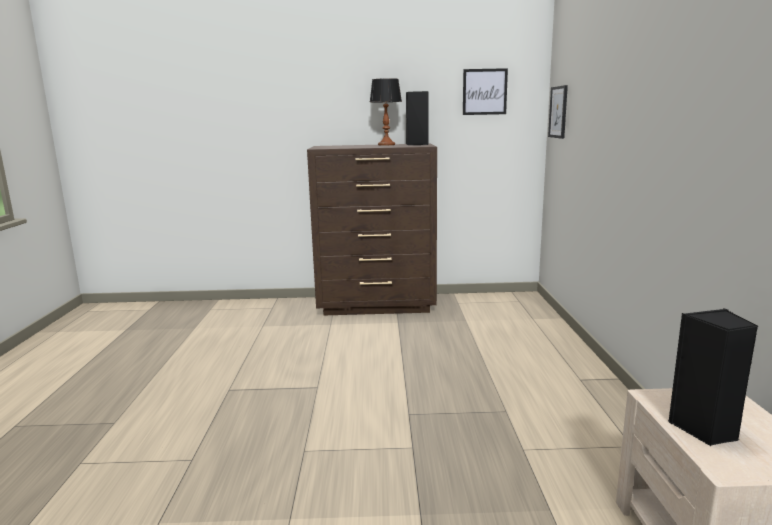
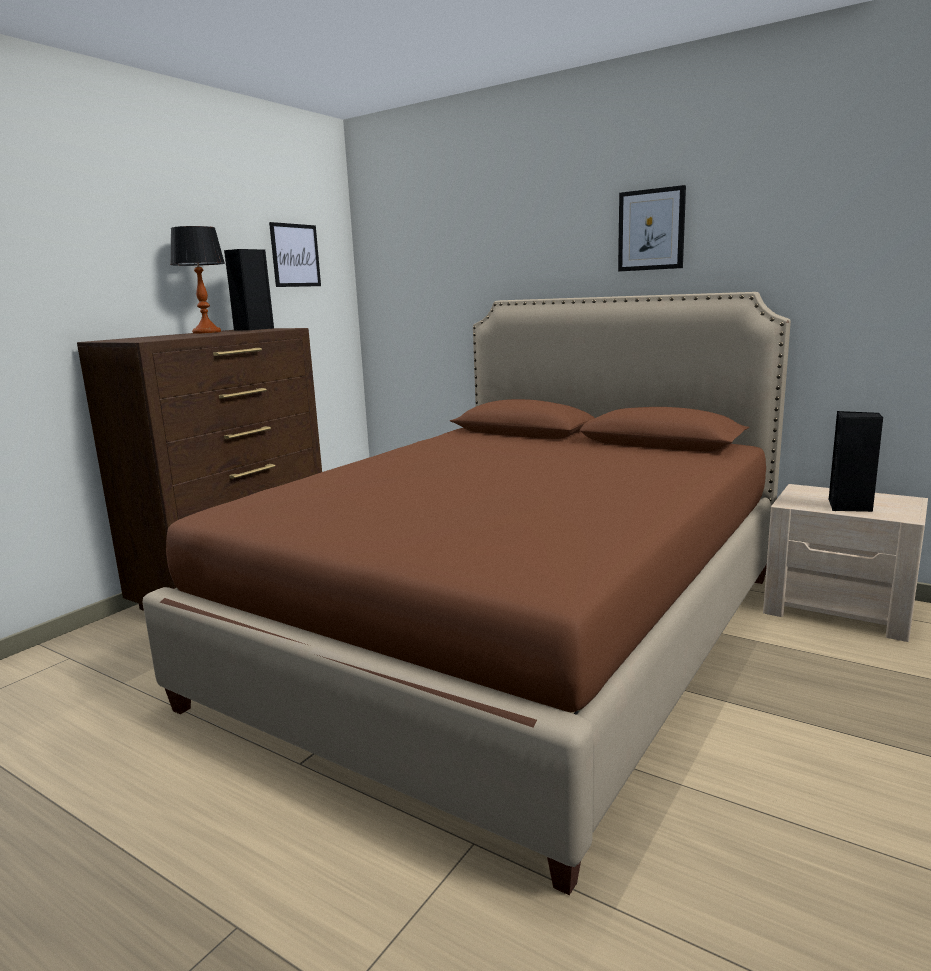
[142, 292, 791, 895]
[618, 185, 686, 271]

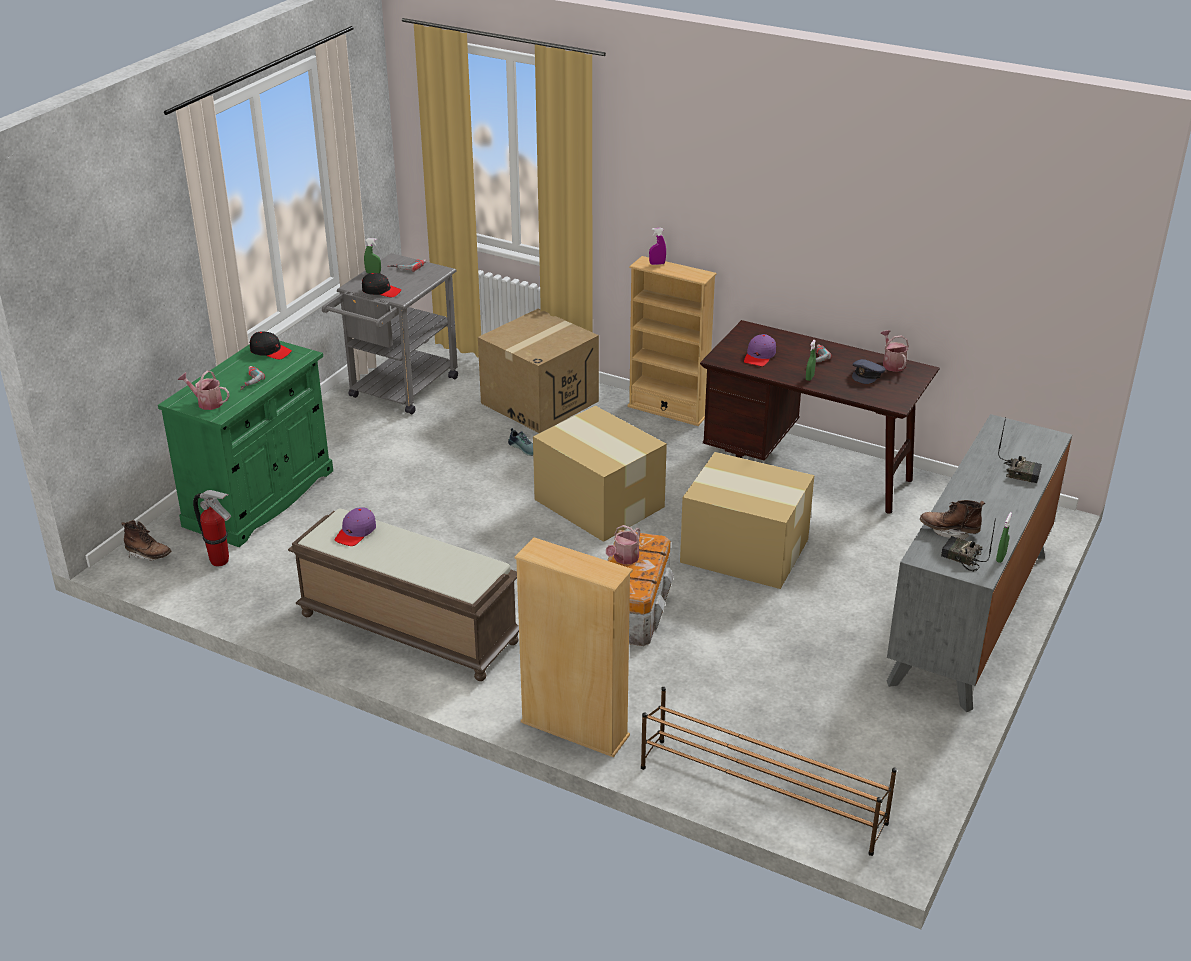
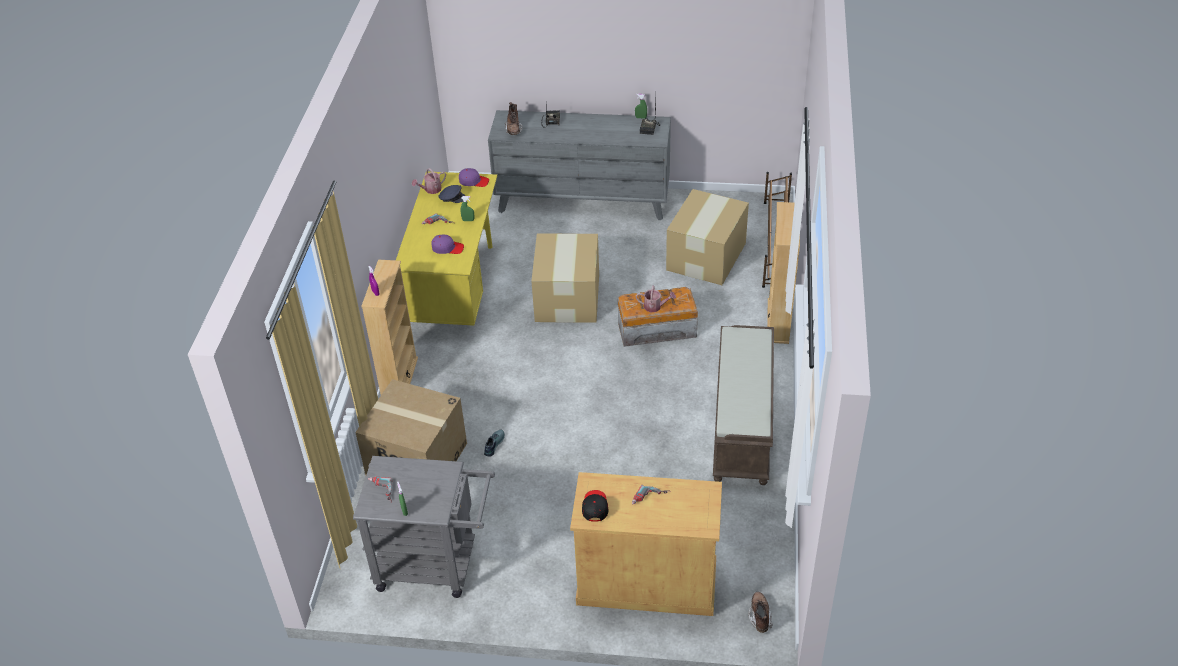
[396, 171, 497, 326]
[459, 168, 489, 187]
[505, 102, 522, 135]
[570, 472, 722, 616]
[666, 189, 749, 285]
[178, 371, 230, 410] (first image)
[193, 490, 231, 566] (first image)
[362, 273, 401, 297] (first image)

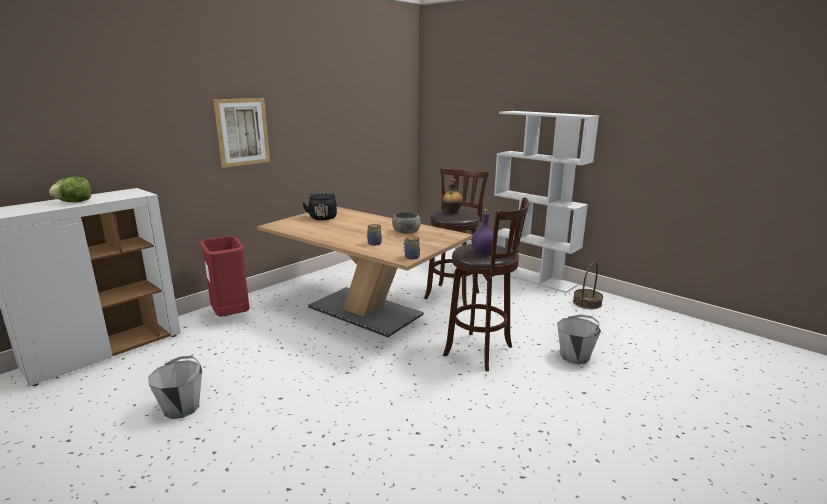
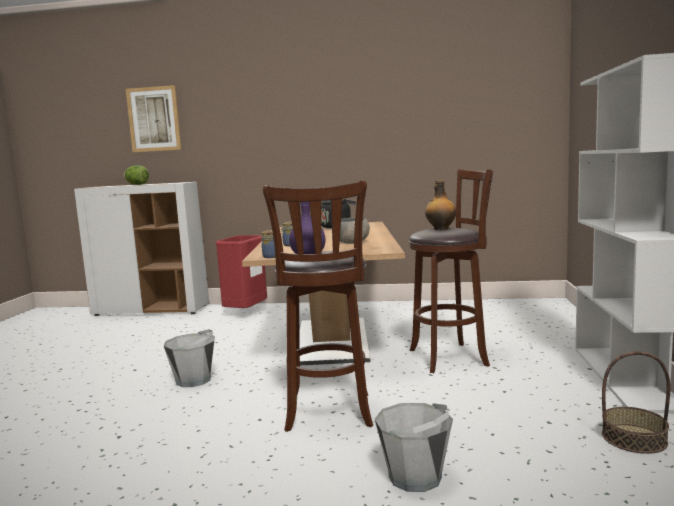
[126, 85, 182, 152]
[164, 329, 215, 387]

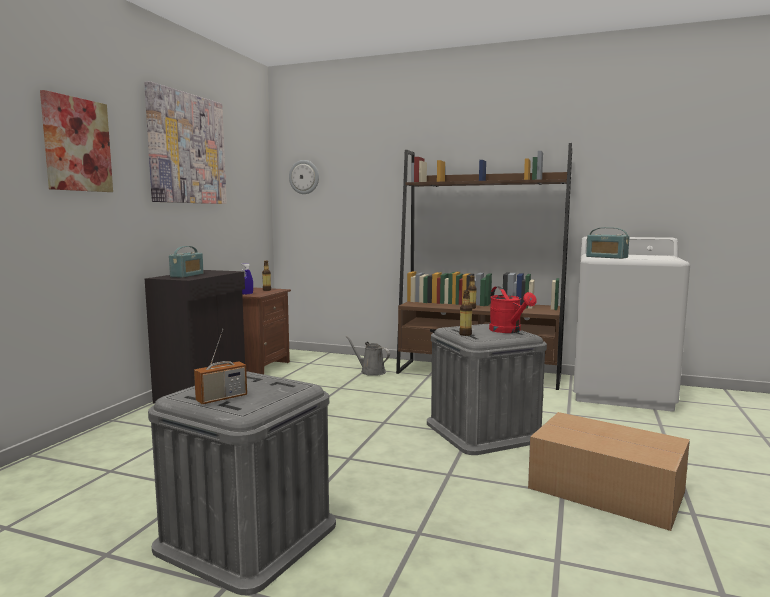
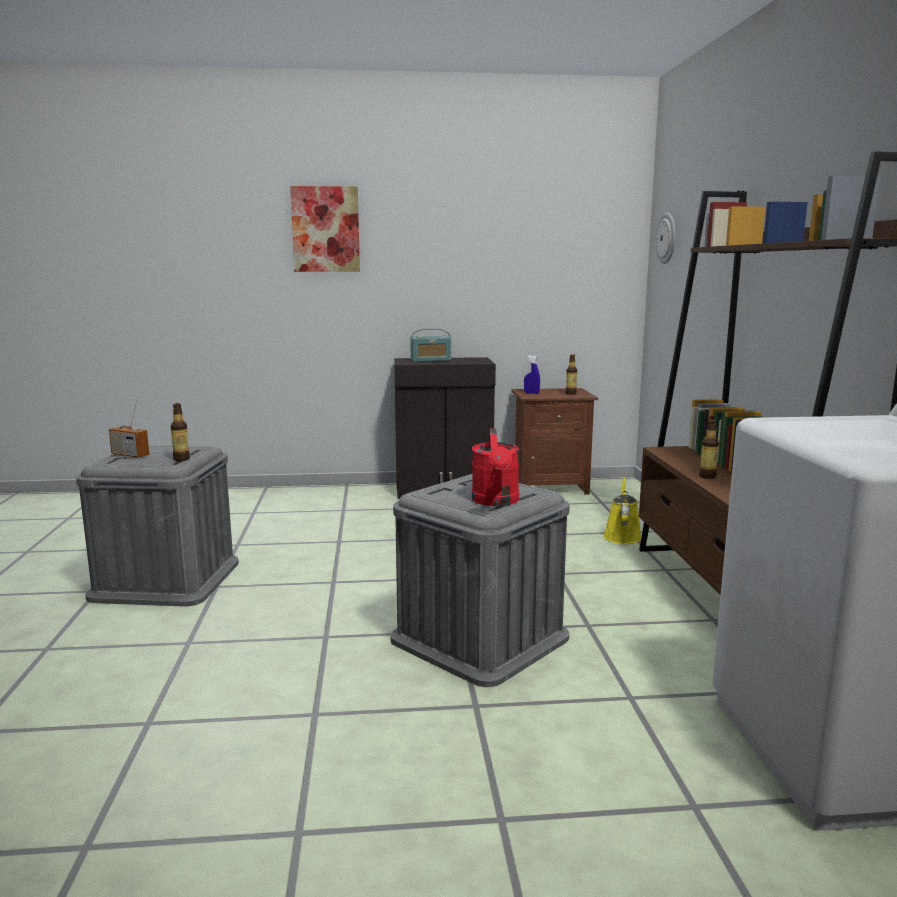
[171, 403, 190, 461]
[472, 429, 519, 506]
[603, 476, 641, 544]
[144, 81, 227, 204] (first image)
[528, 412, 690, 531] (first image)
[586, 227, 629, 259] (first image)

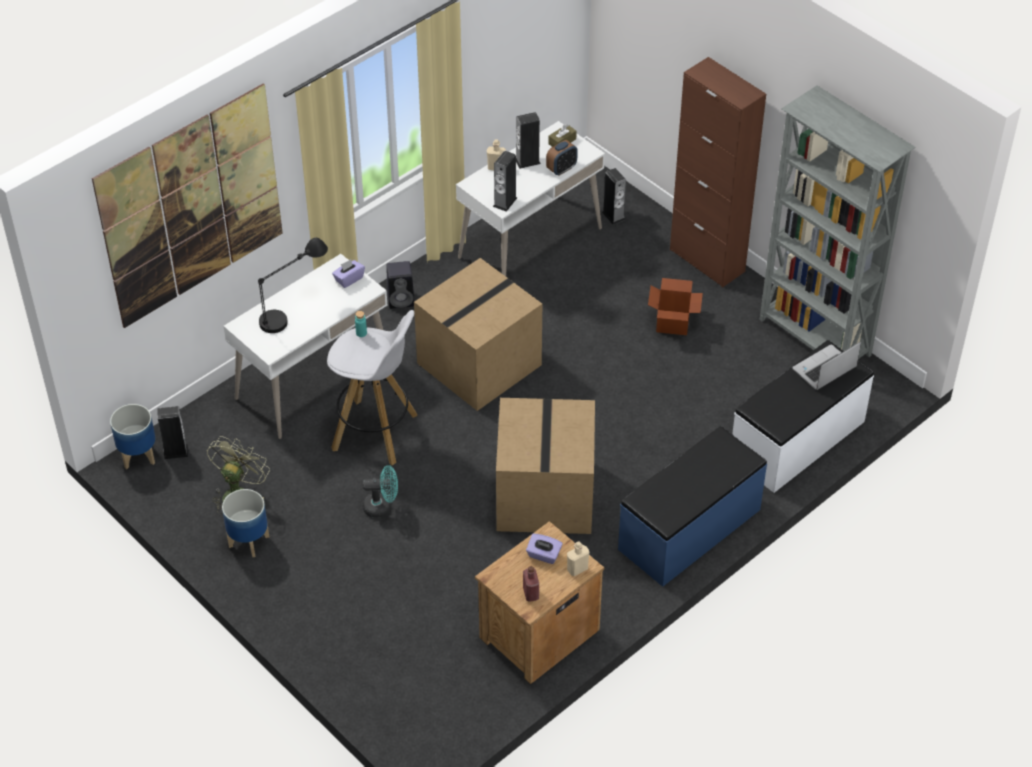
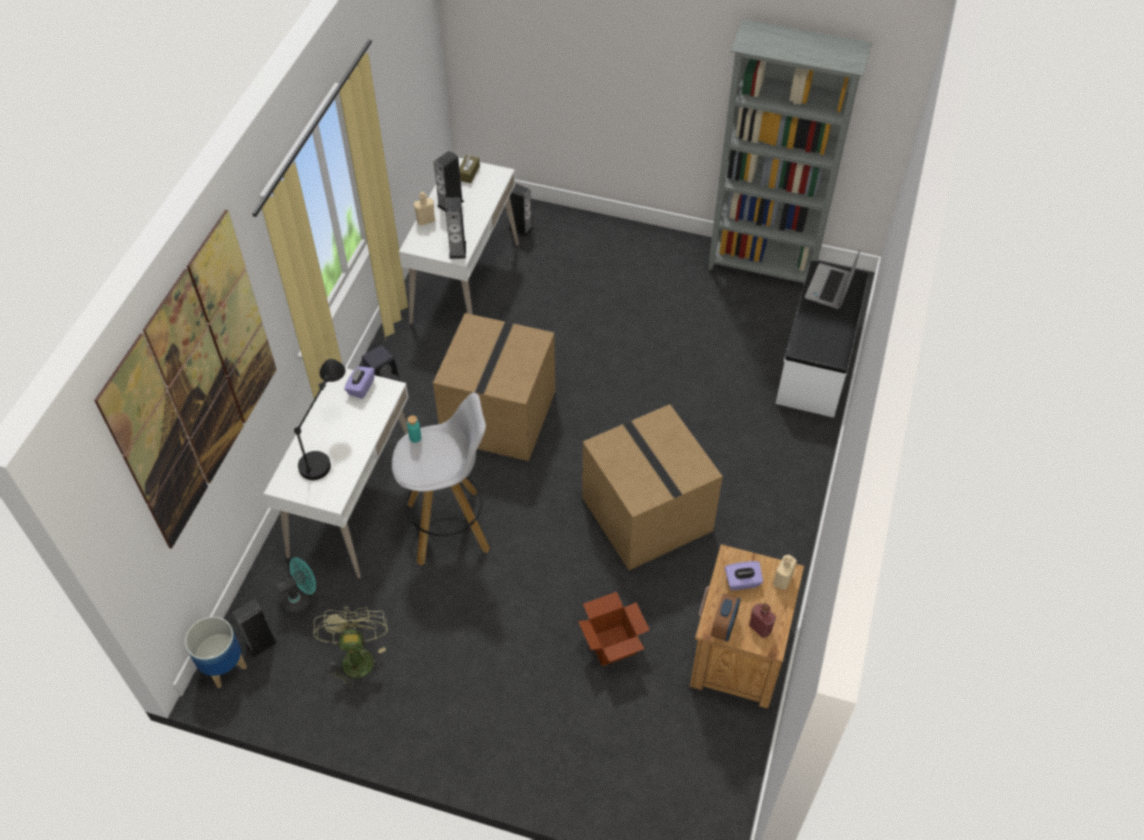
[275, 557, 316, 616]
[578, 592, 650, 666]
[711, 593, 741, 641]
[222, 489, 269, 557] (first image)
[618, 426, 767, 587] (first image)
[670, 57, 766, 288] (first image)

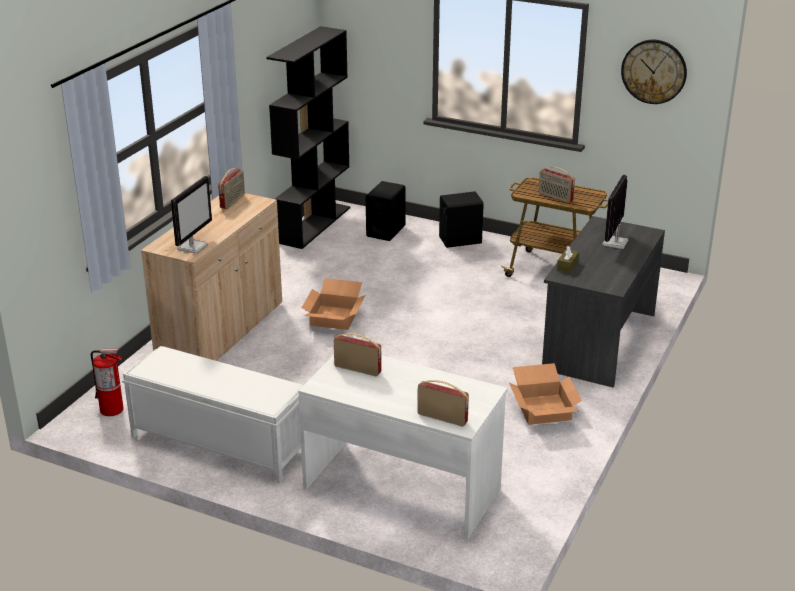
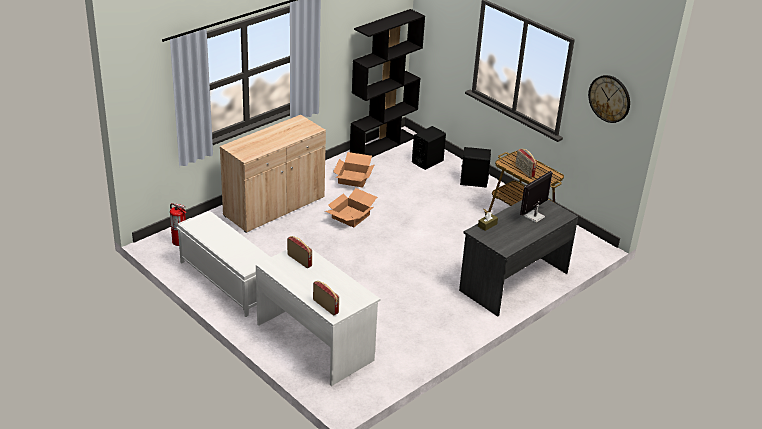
[333, 152, 375, 187]
[171, 176, 212, 254] (first image)
[218, 168, 245, 209] (first image)

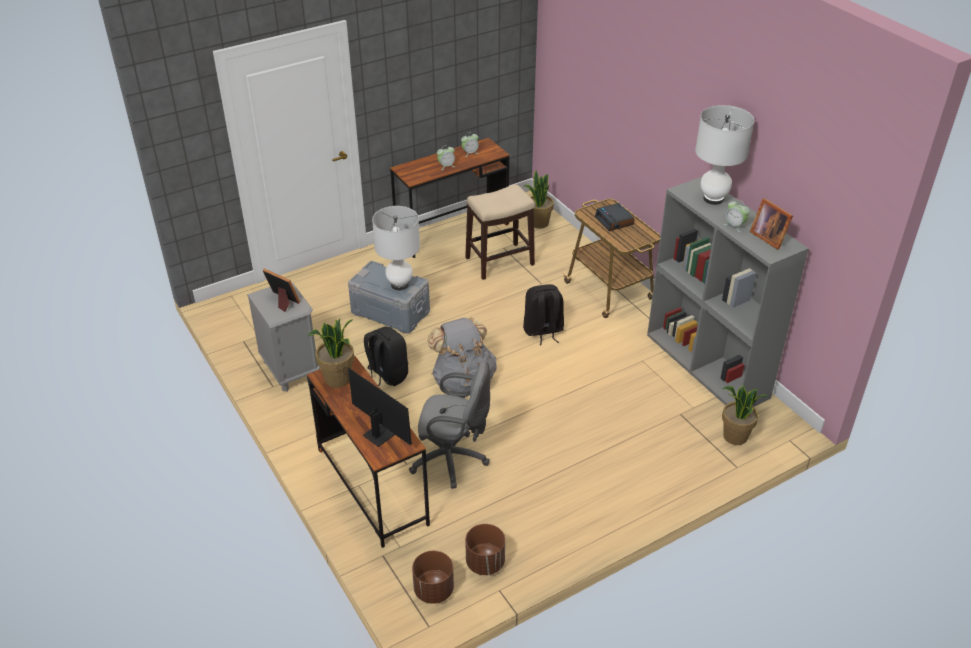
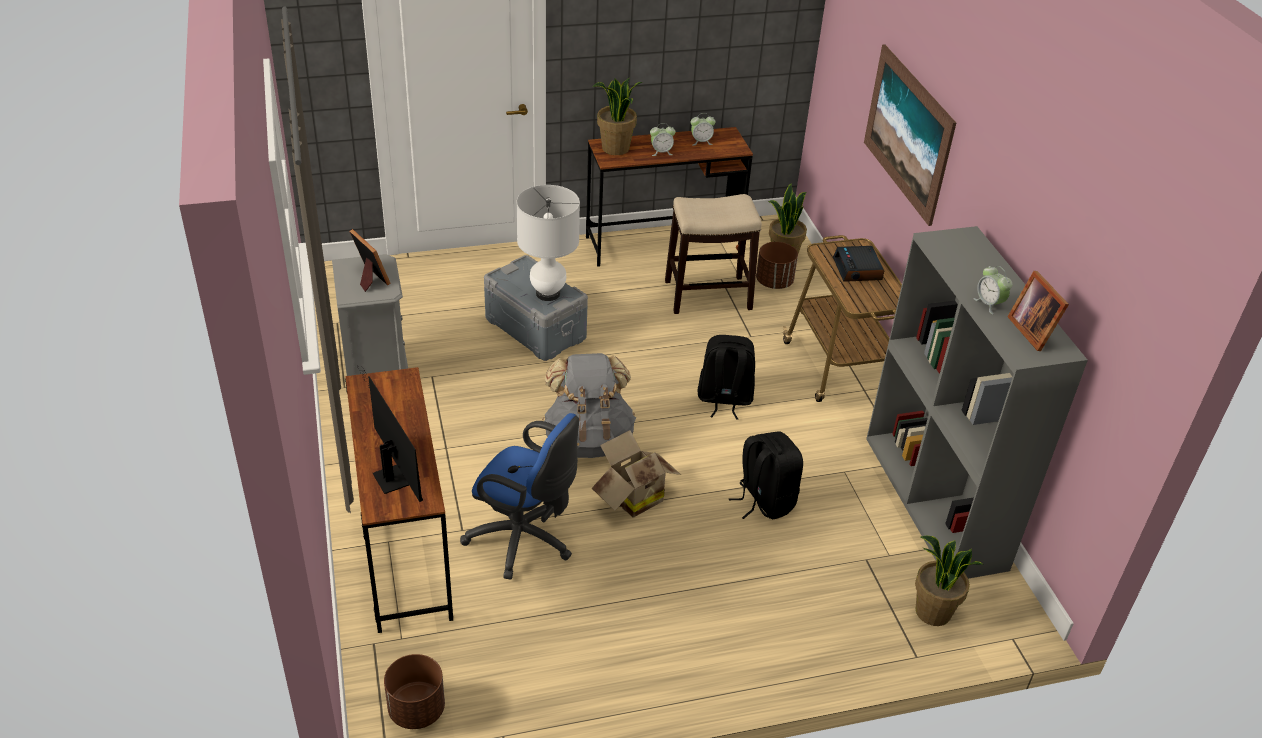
[460, 413, 579, 580]
[592, 430, 681, 518]
[593, 78, 642, 155]
[728, 432, 803, 519]
[756, 242, 798, 289]
[864, 44, 956, 226]
[695, 105, 754, 205] (first image)

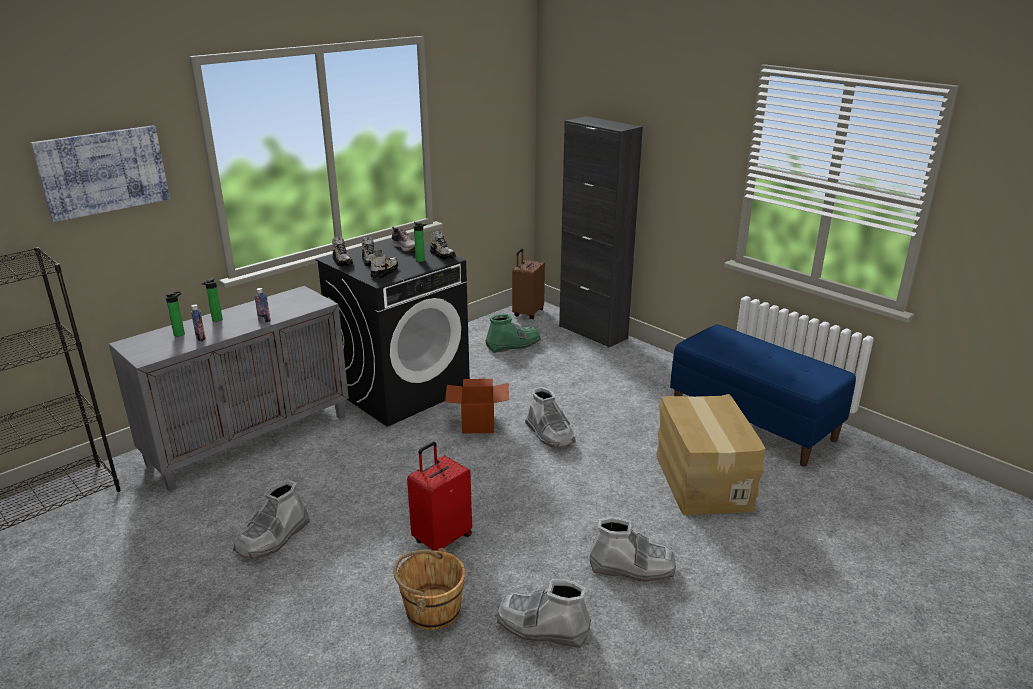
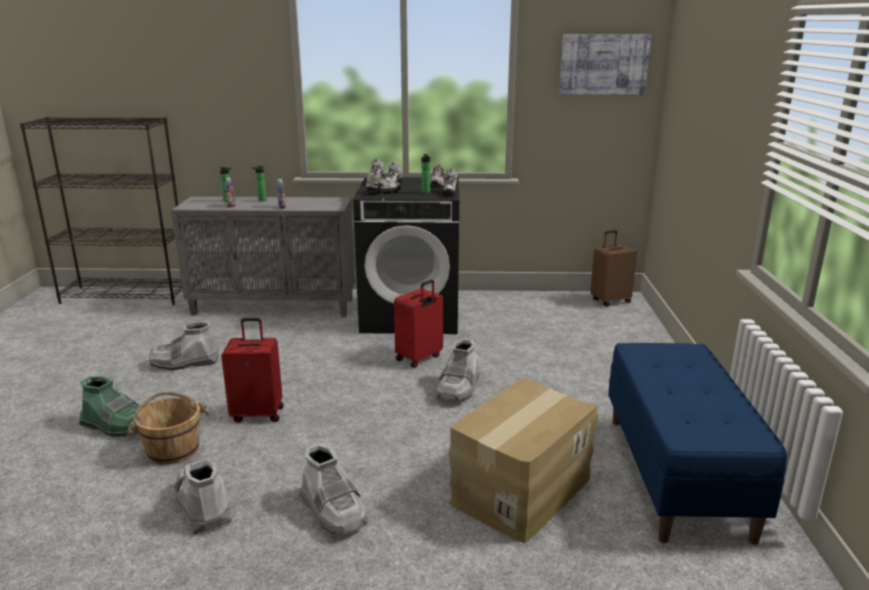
[79, 376, 139, 437]
[394, 280, 443, 368]
[560, 35, 651, 95]
[559, 116, 643, 348] (first image)

